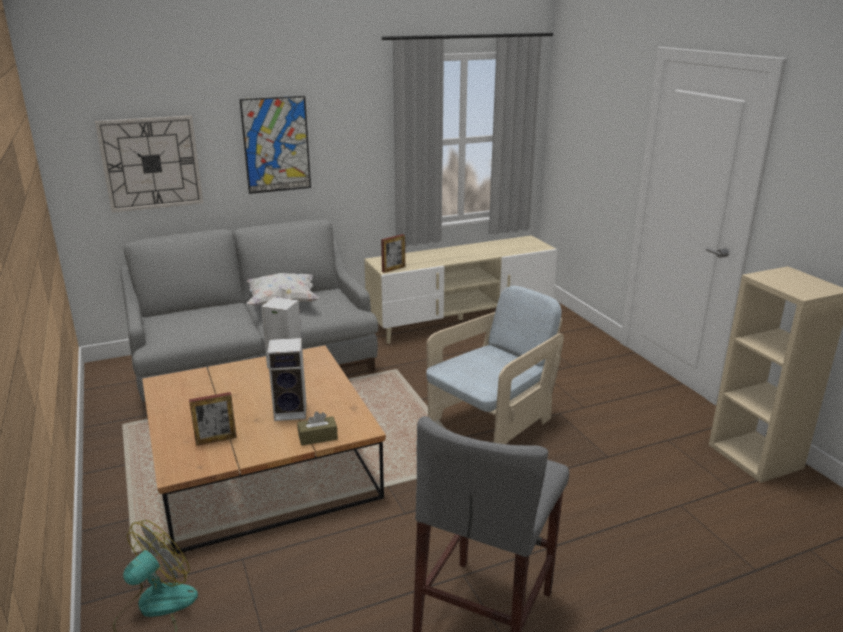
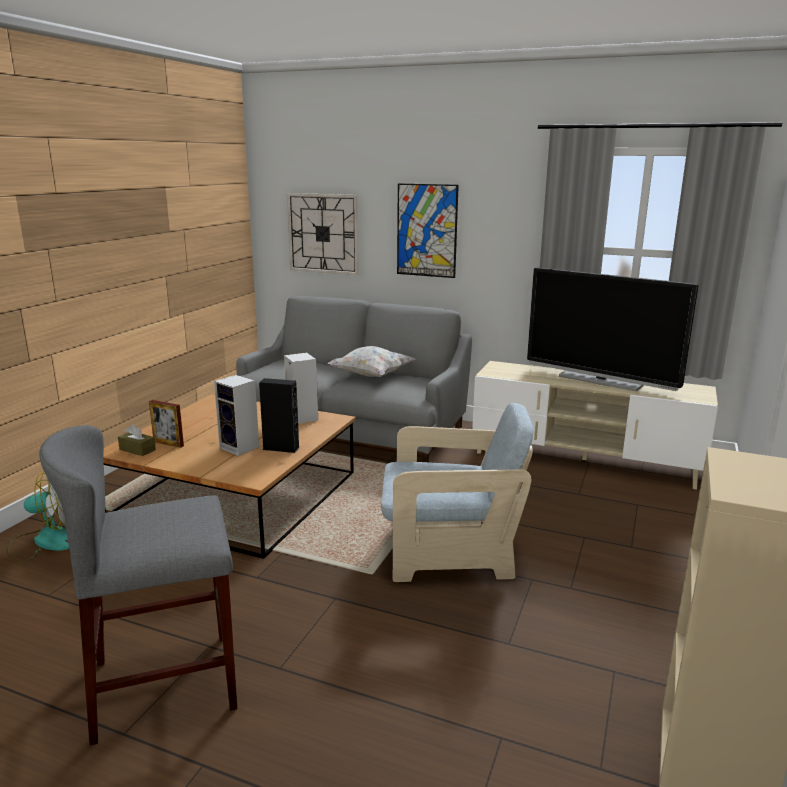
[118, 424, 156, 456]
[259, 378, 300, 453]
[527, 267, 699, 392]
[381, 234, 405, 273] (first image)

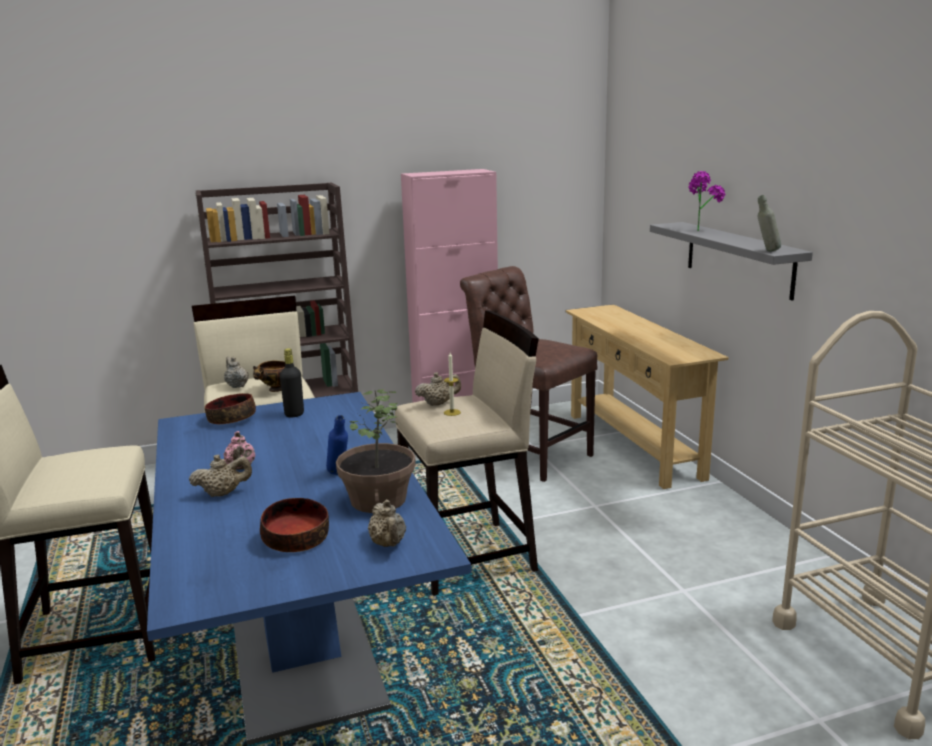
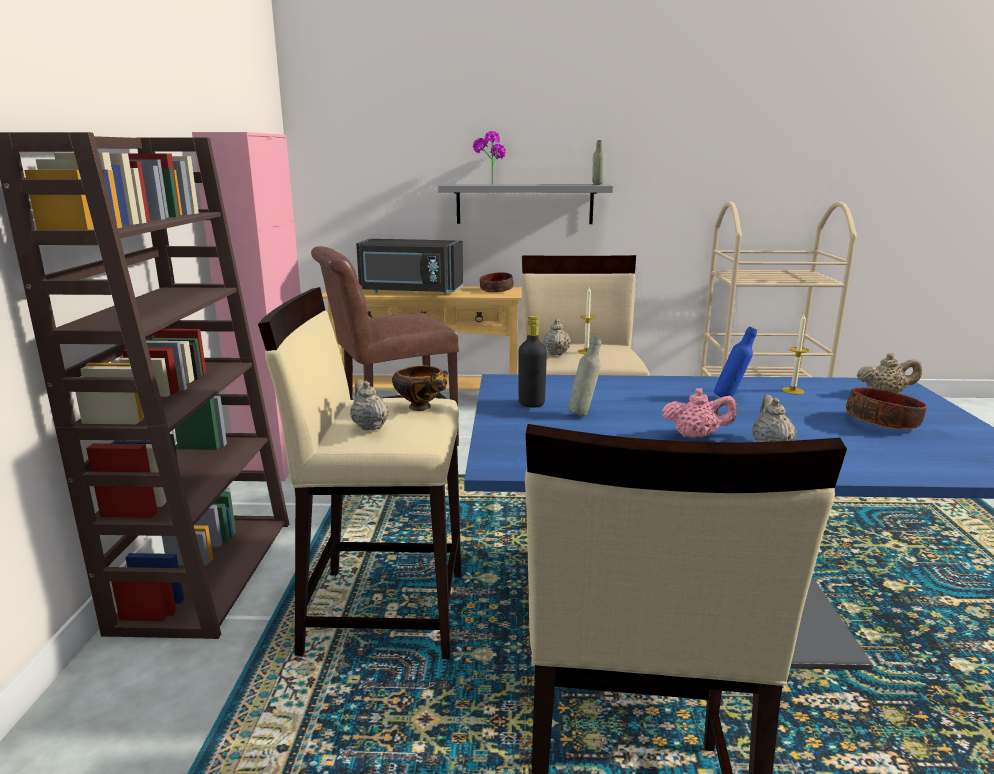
[350, 379, 389, 430]
[356, 239, 463, 295]
[480, 272, 514, 293]
[567, 336, 601, 416]
[782, 314, 809, 394]

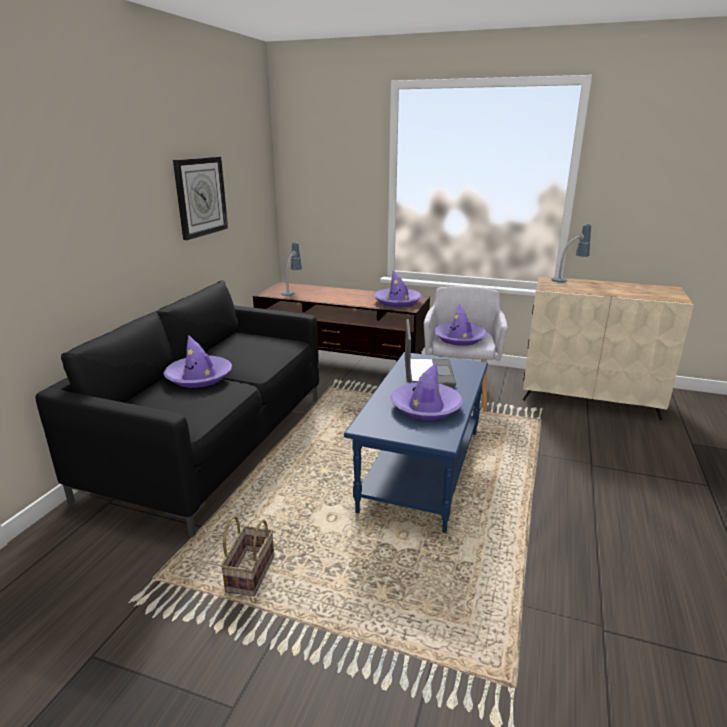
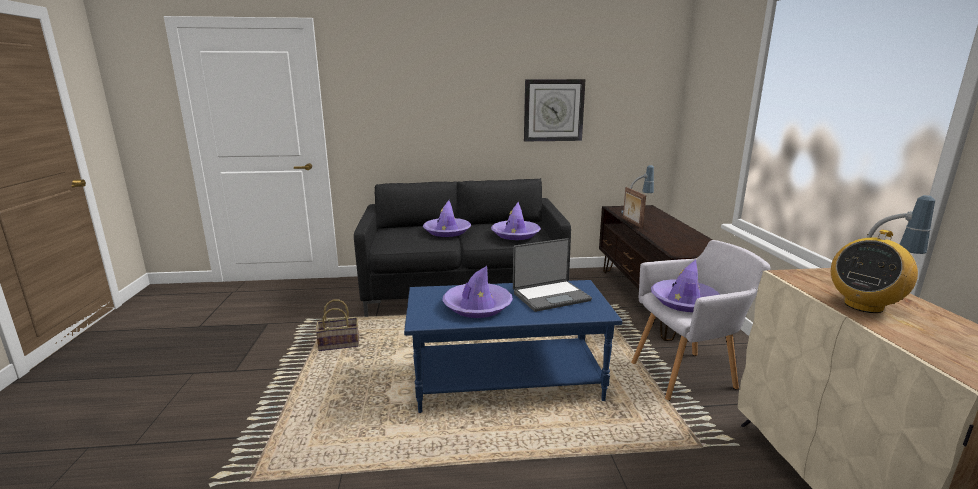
[491, 202, 541, 240]
[623, 187, 646, 229]
[831, 230, 918, 313]

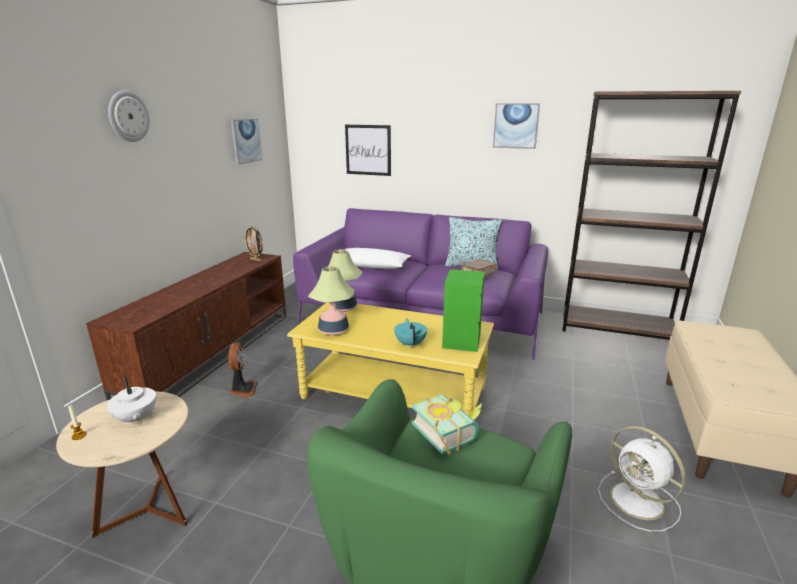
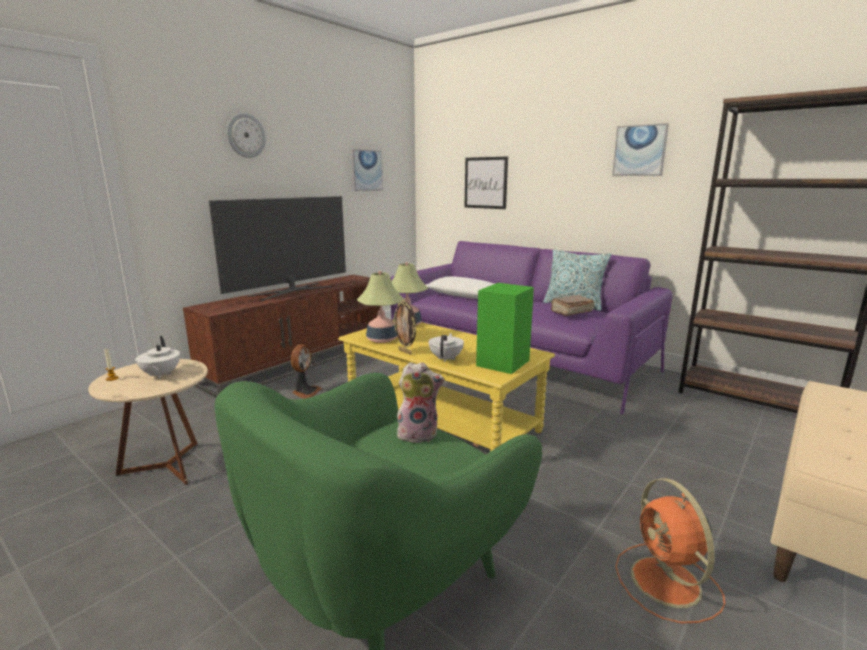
[209, 196, 346, 301]
[393, 300, 417, 355]
[397, 362, 445, 443]
[429, 333, 464, 362]
[616, 478, 725, 623]

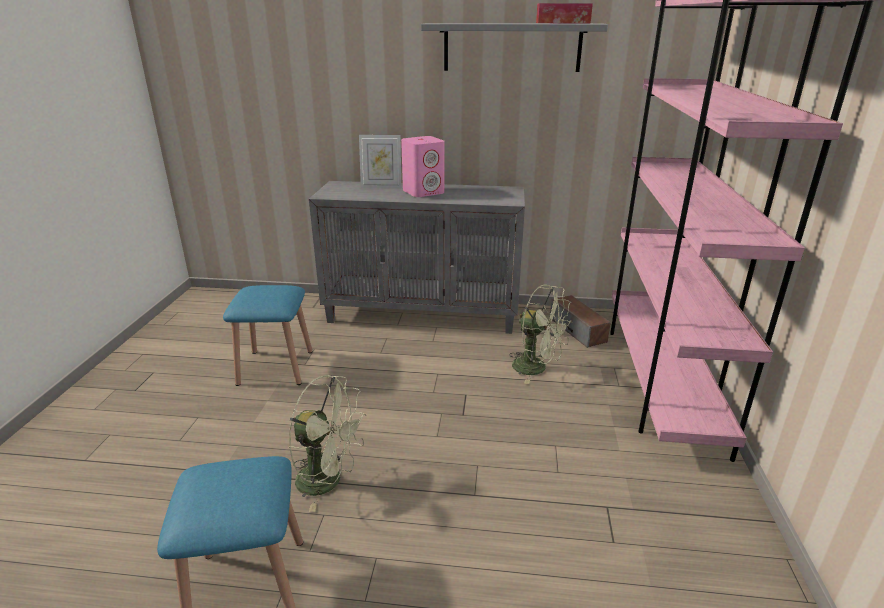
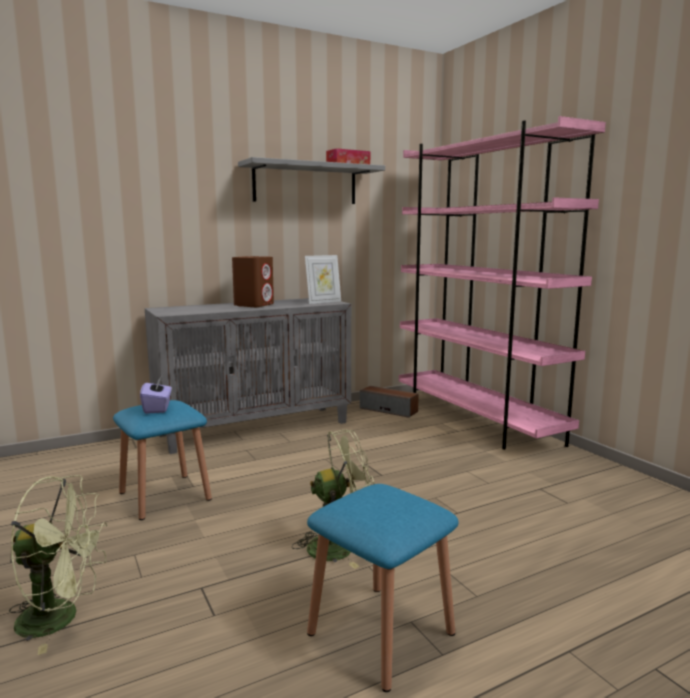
[9, 475, 107, 655]
[140, 377, 172, 414]
[232, 256, 274, 307]
[305, 255, 341, 304]

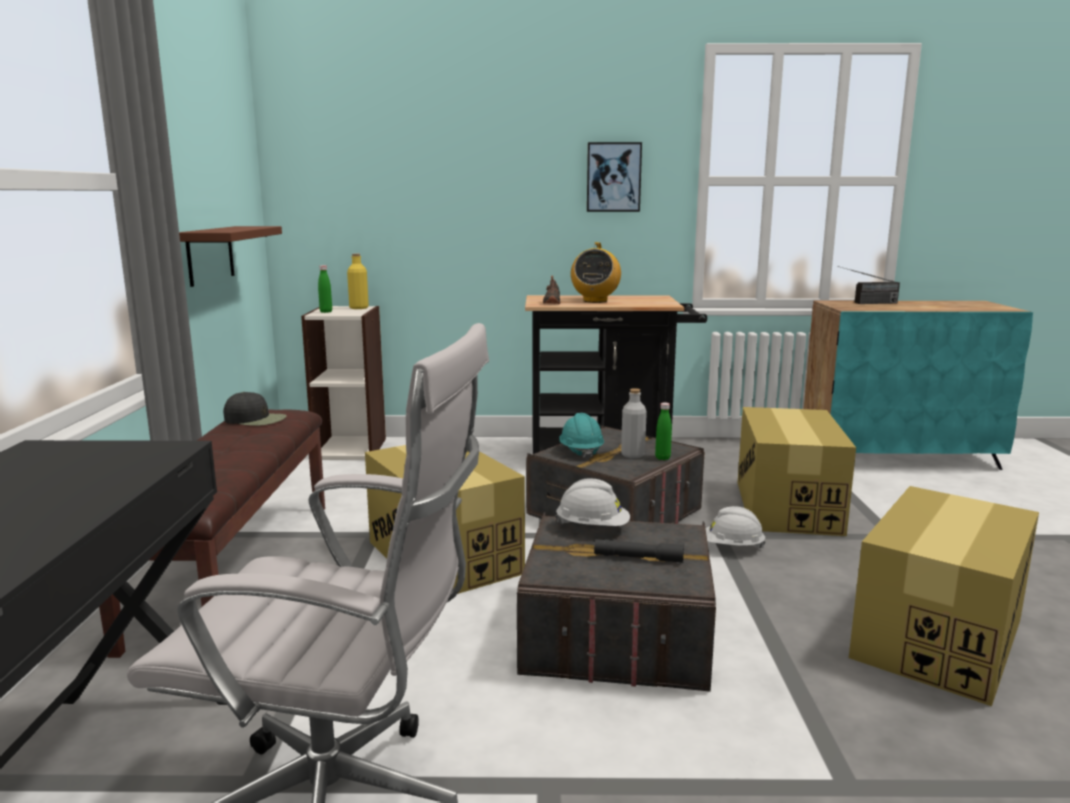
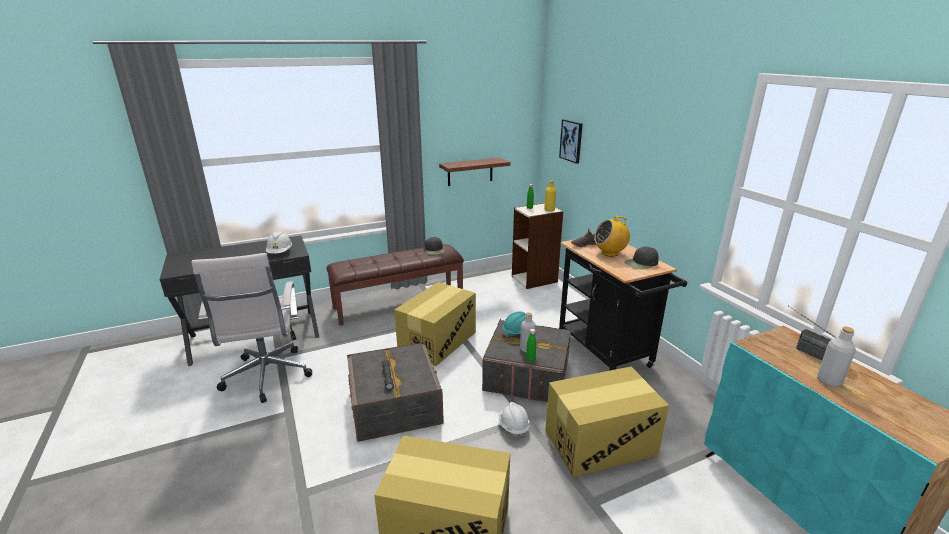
[266, 232, 292, 254]
[559, 119, 583, 164]
[624, 247, 659, 269]
[817, 327, 856, 387]

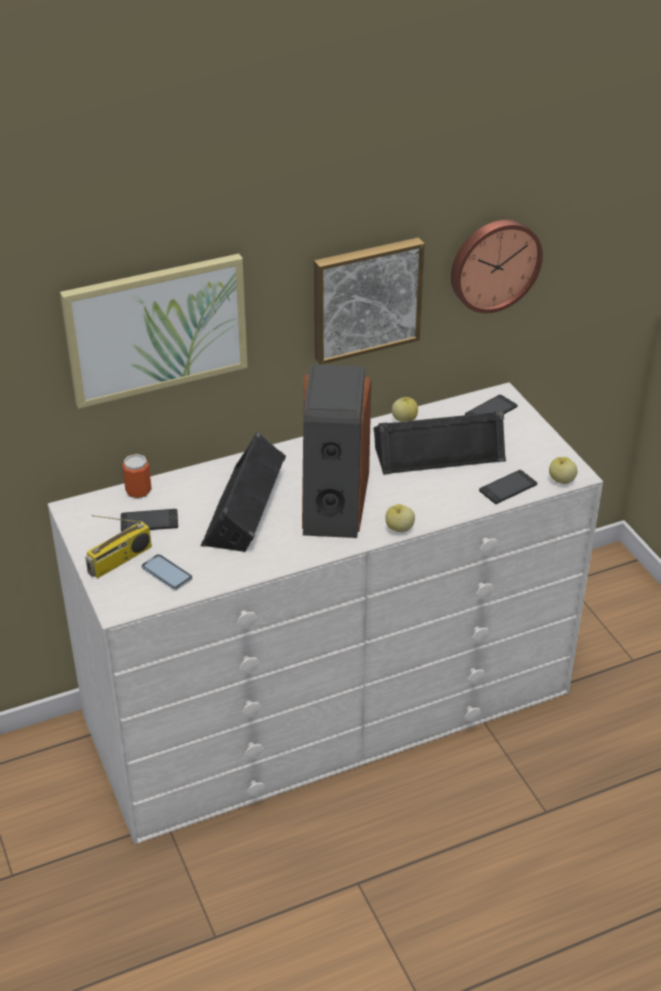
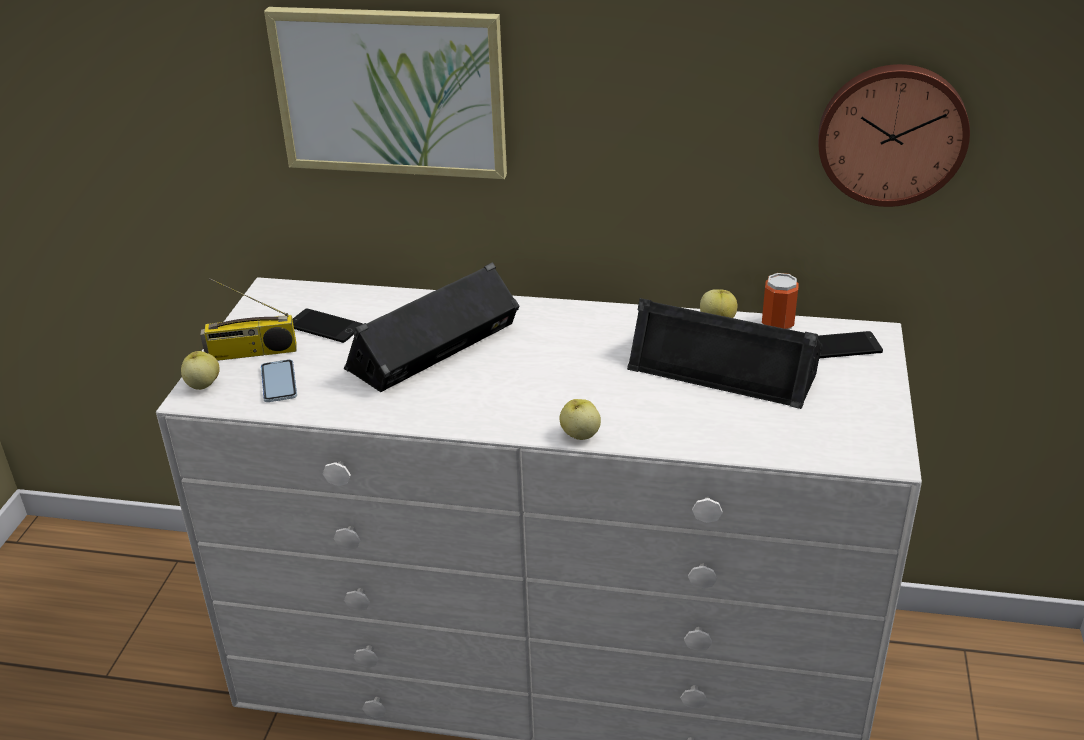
[181, 351, 220, 390]
[762, 273, 799, 329]
[302, 364, 371, 538] (first image)
[314, 238, 424, 365] (first image)
[479, 470, 537, 504] (first image)

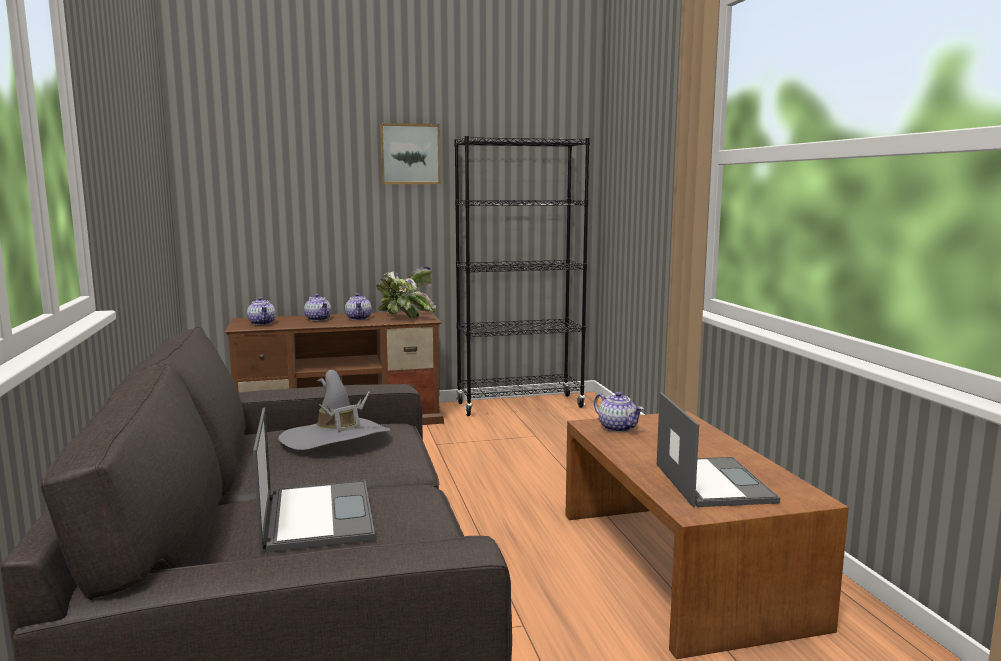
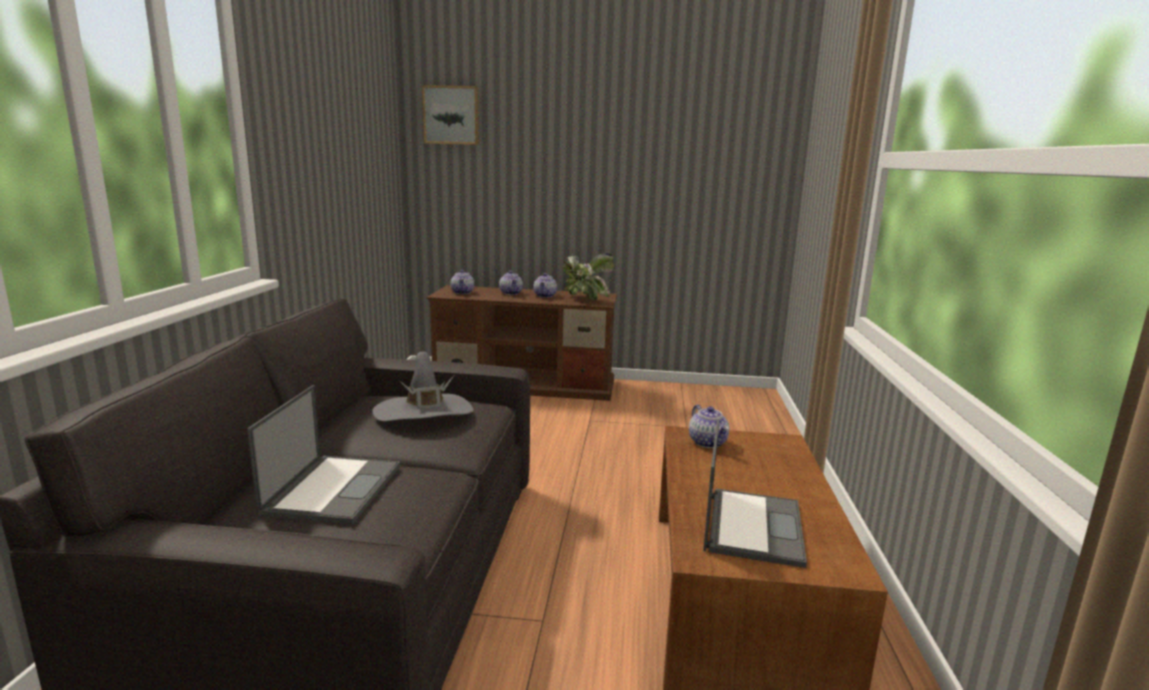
[422, 85, 479, 145]
[454, 136, 590, 416] (first image)

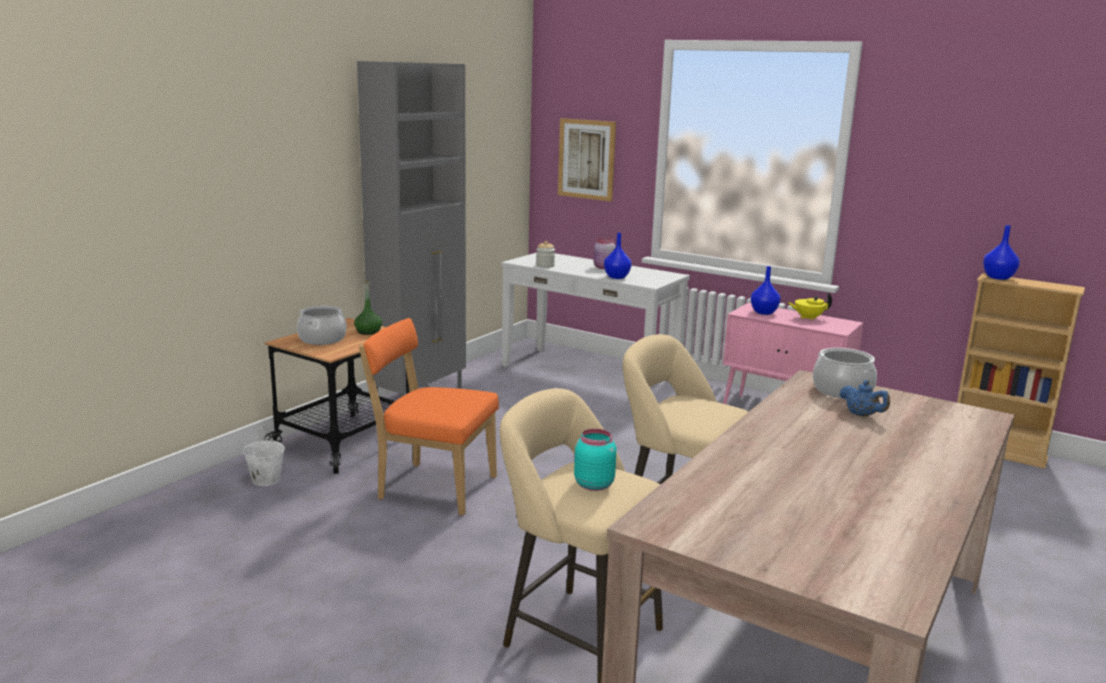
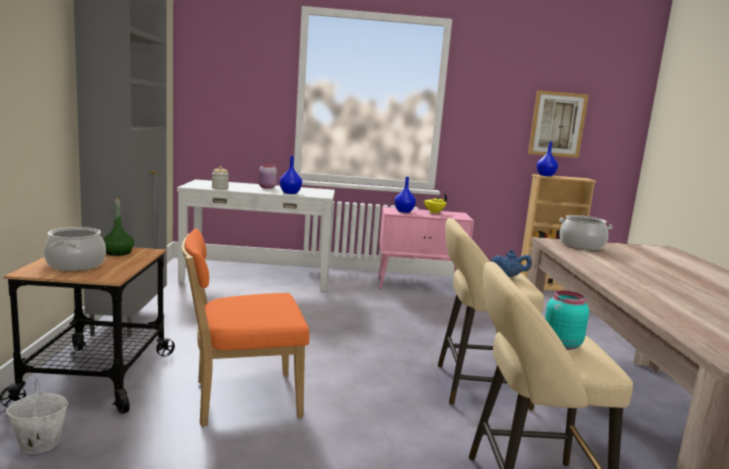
[491, 249, 532, 277]
[528, 90, 589, 158]

